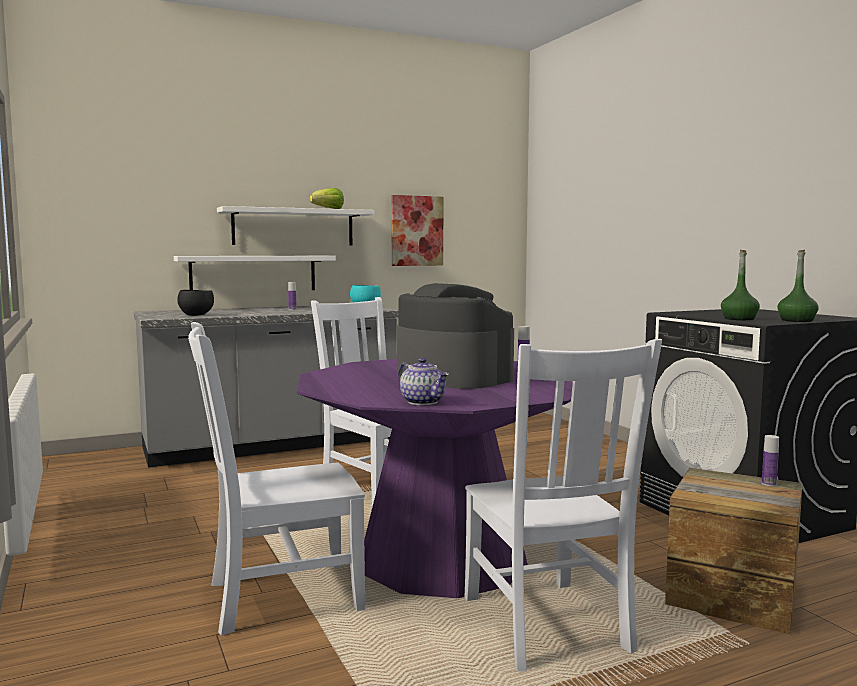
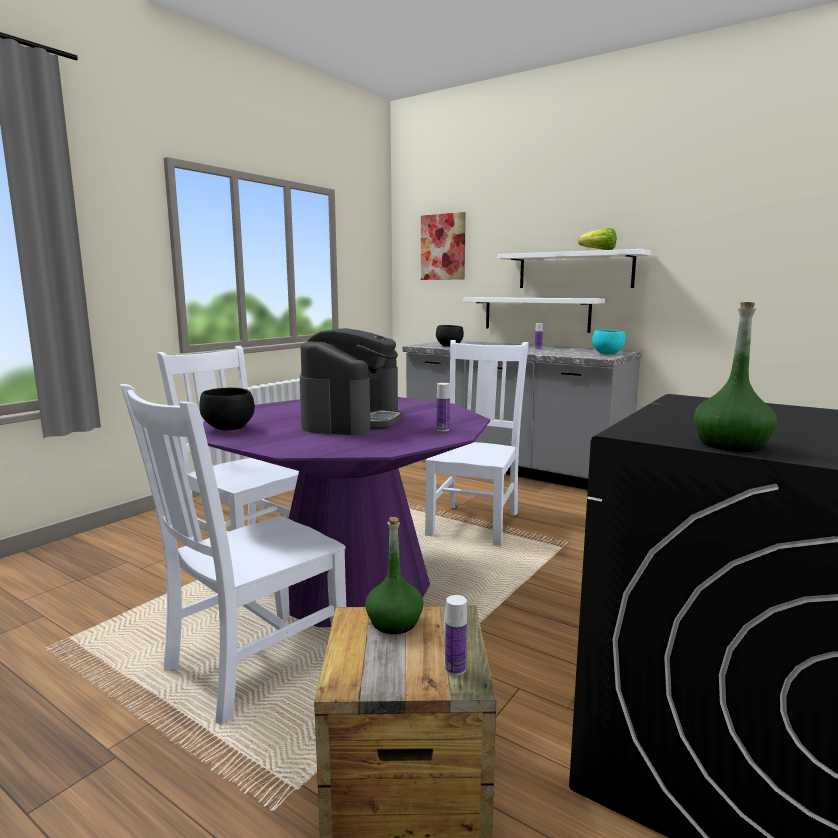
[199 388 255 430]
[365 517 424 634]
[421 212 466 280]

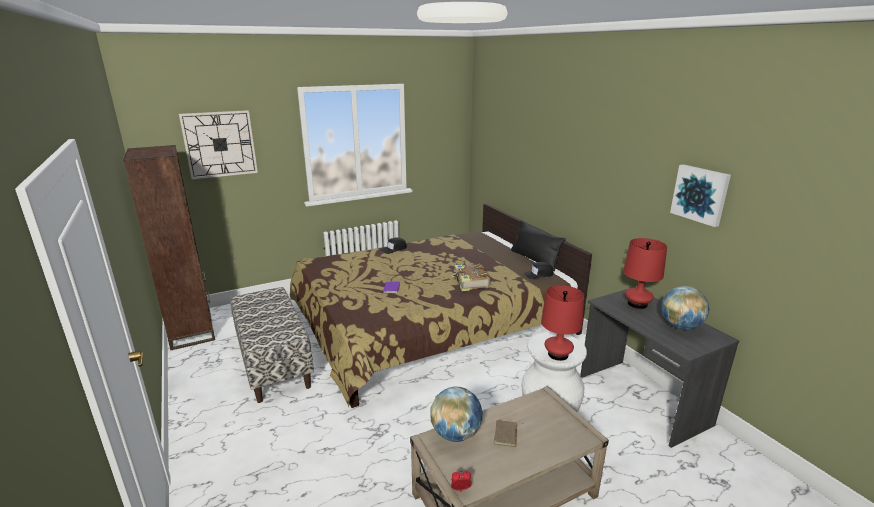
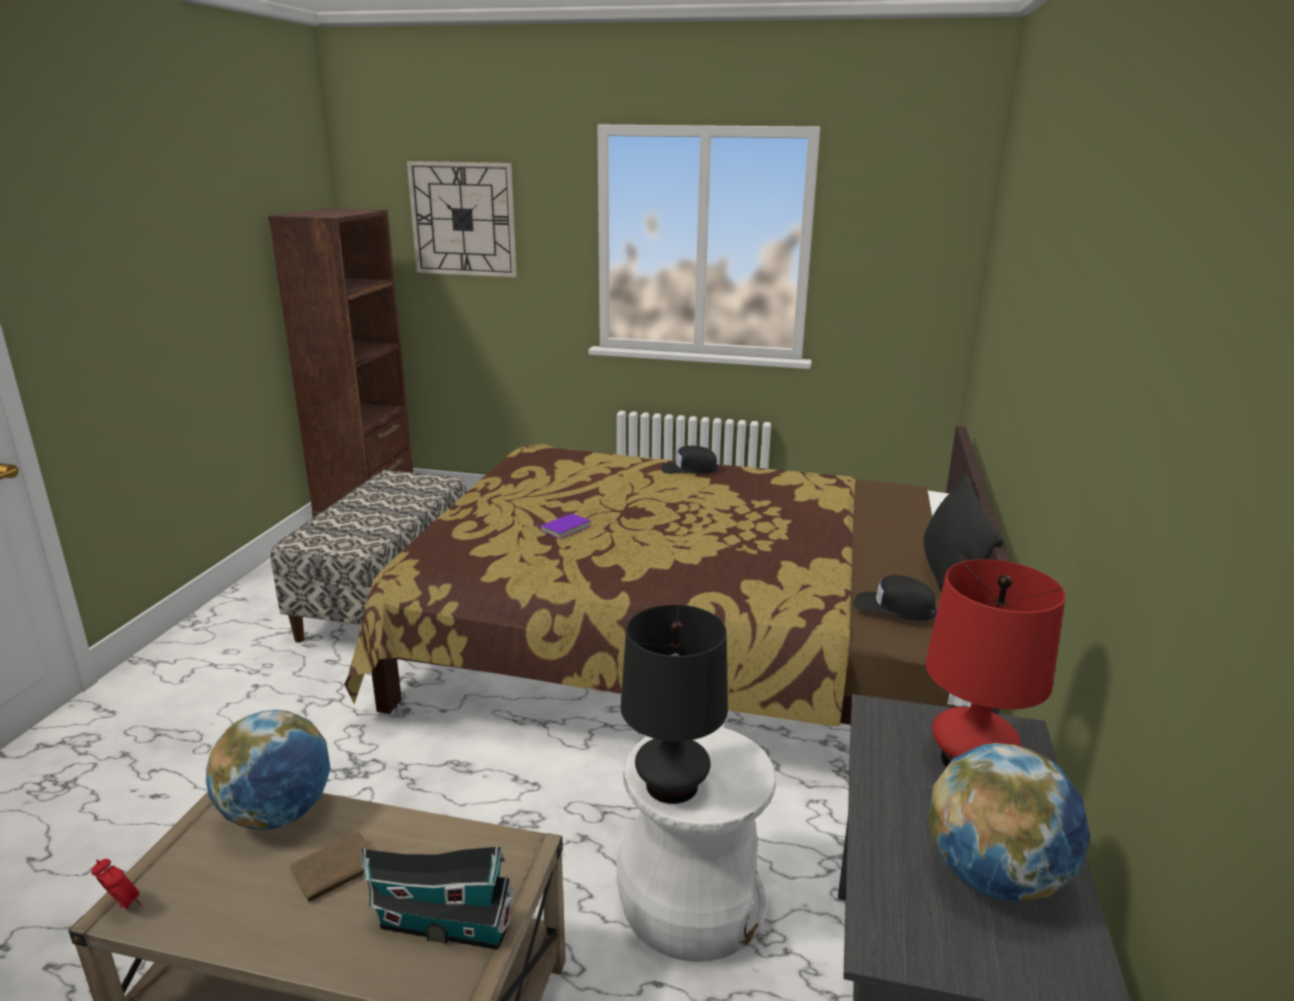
[361 845 514 950]
[621 605 728 804]
[452 264 490 291] (first image)
[670 164 731 227] (first image)

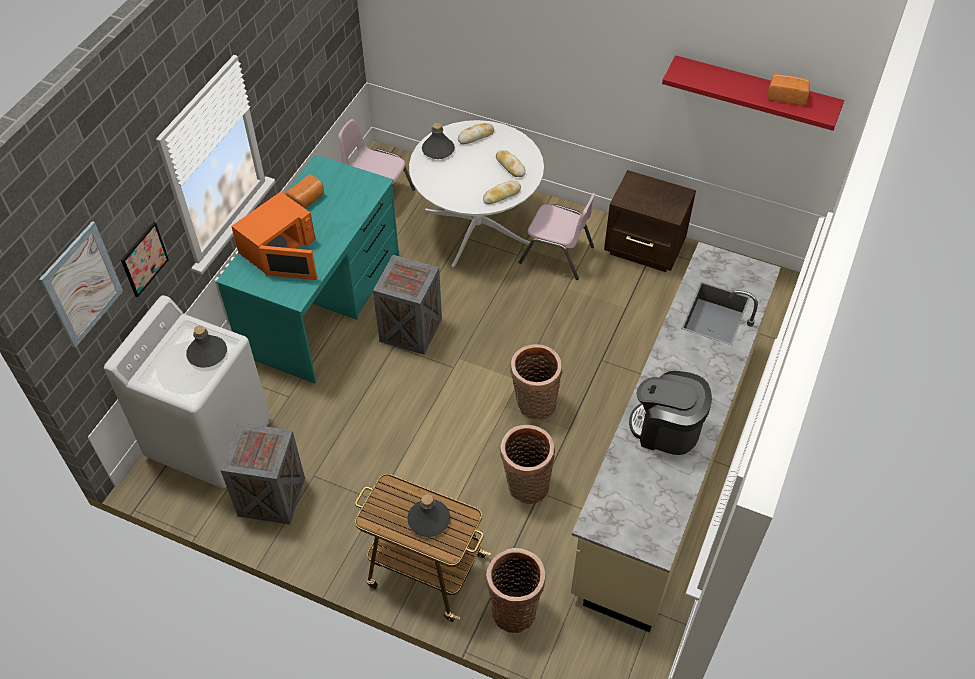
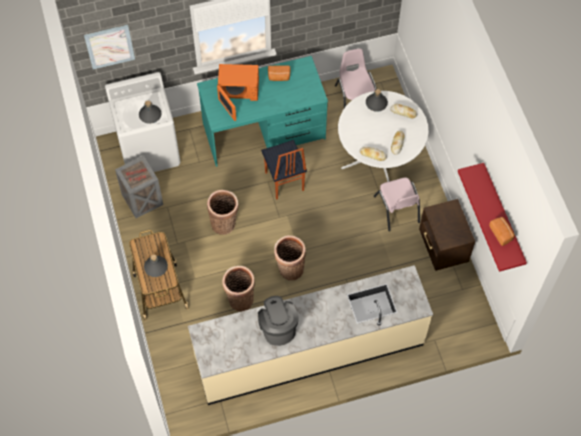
[207 190 238 235]
[261 140 307 200]
[121 222 169 297] (first image)

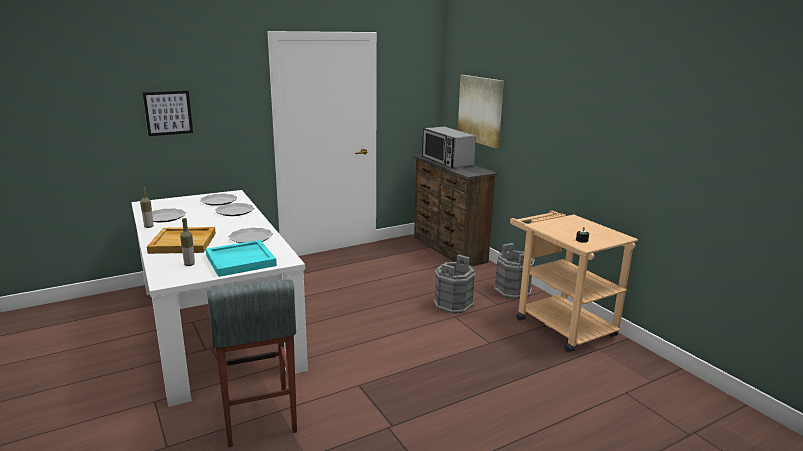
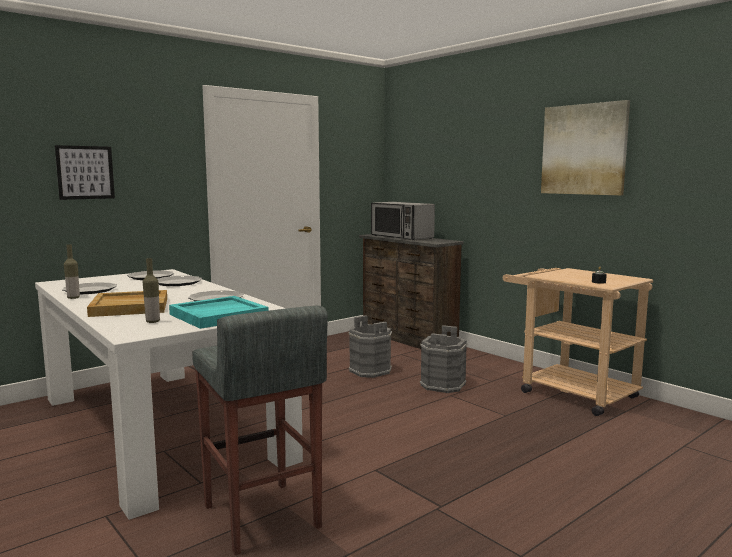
[349 315 392 378]
[541 100 630 195]

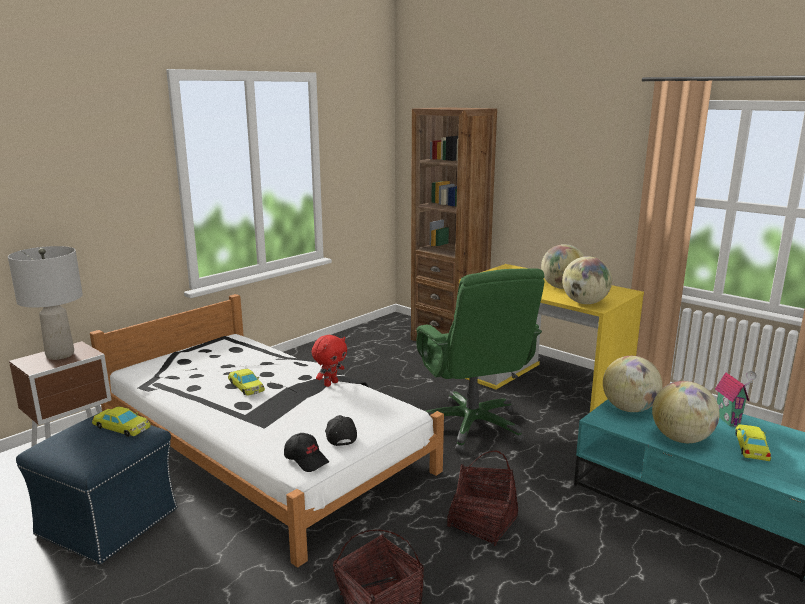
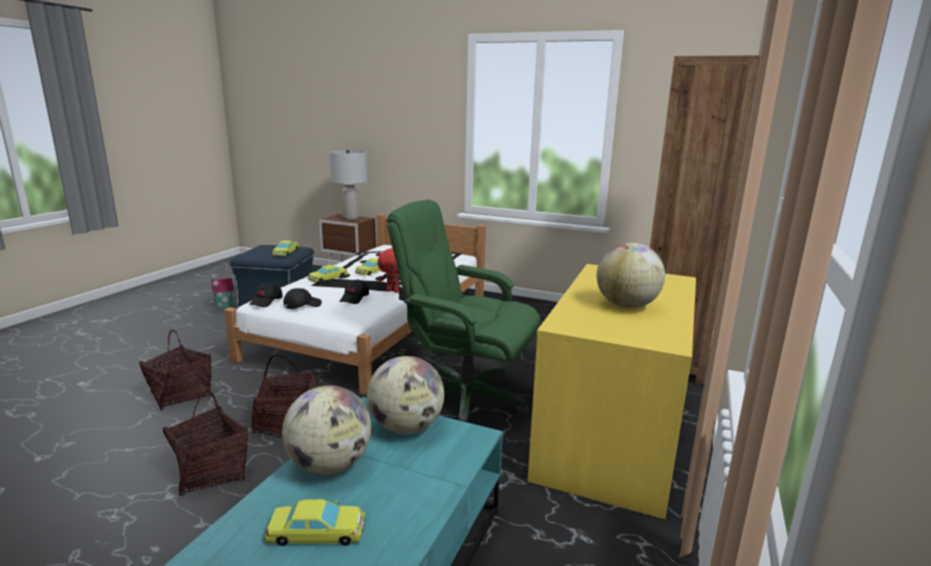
[163 390 248 496]
[210 274 234 309]
[308 265 348 283]
[339 279 369 304]
[387 200 540 422]
[562 256 612 304] (first image)

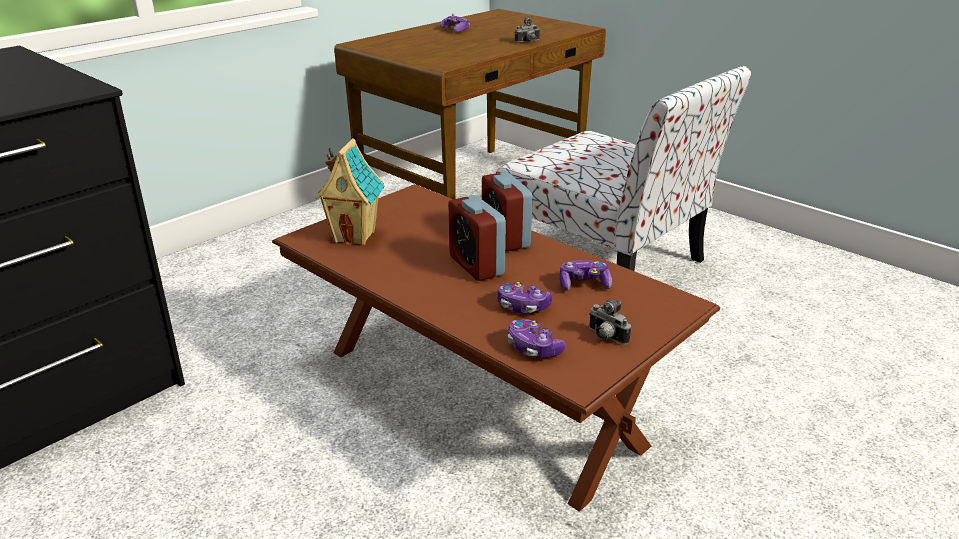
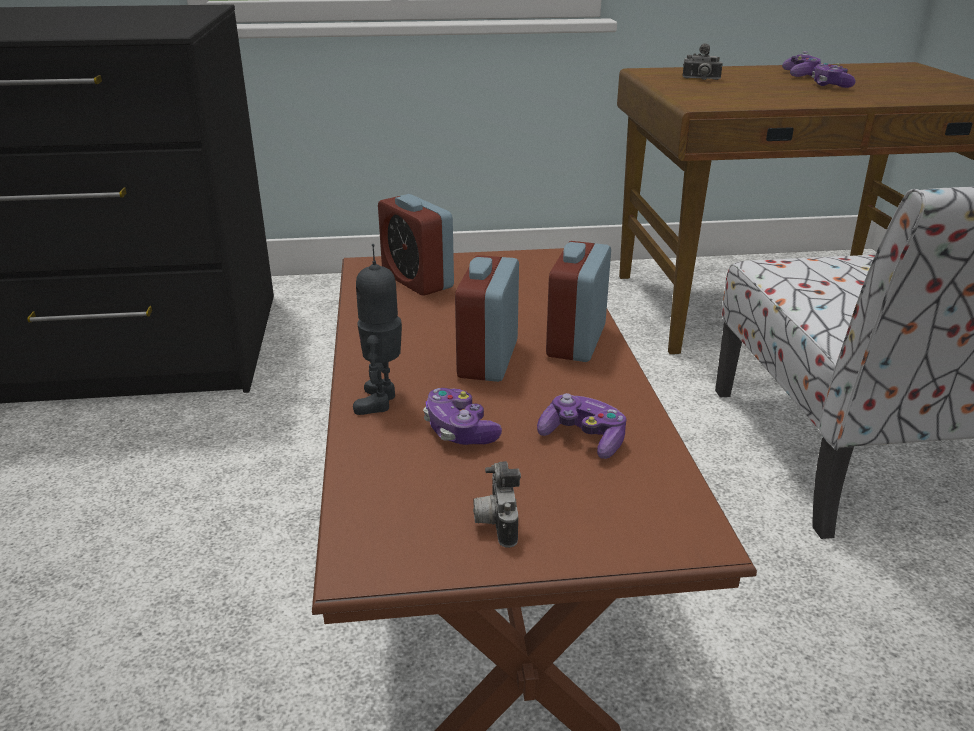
[353 244 402 415]
[378 194 454 296]
[682 44 723 80]
[812 63 856 88]

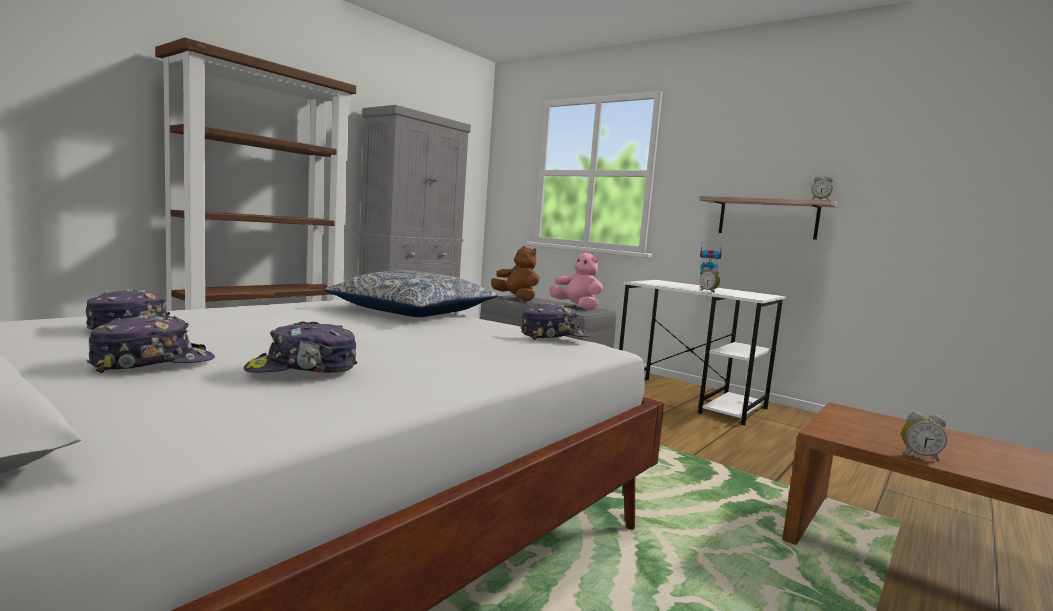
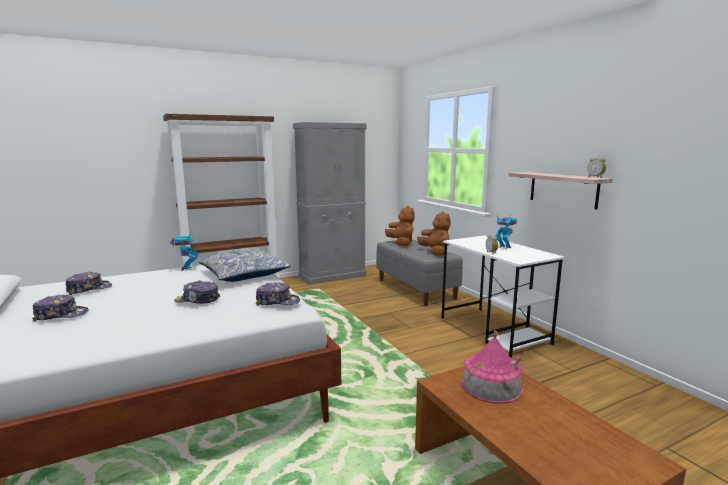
[170 229 199 271]
[175 280 220 304]
[417 211 451 256]
[461 331 523 404]
[901 412 947 461] (first image)

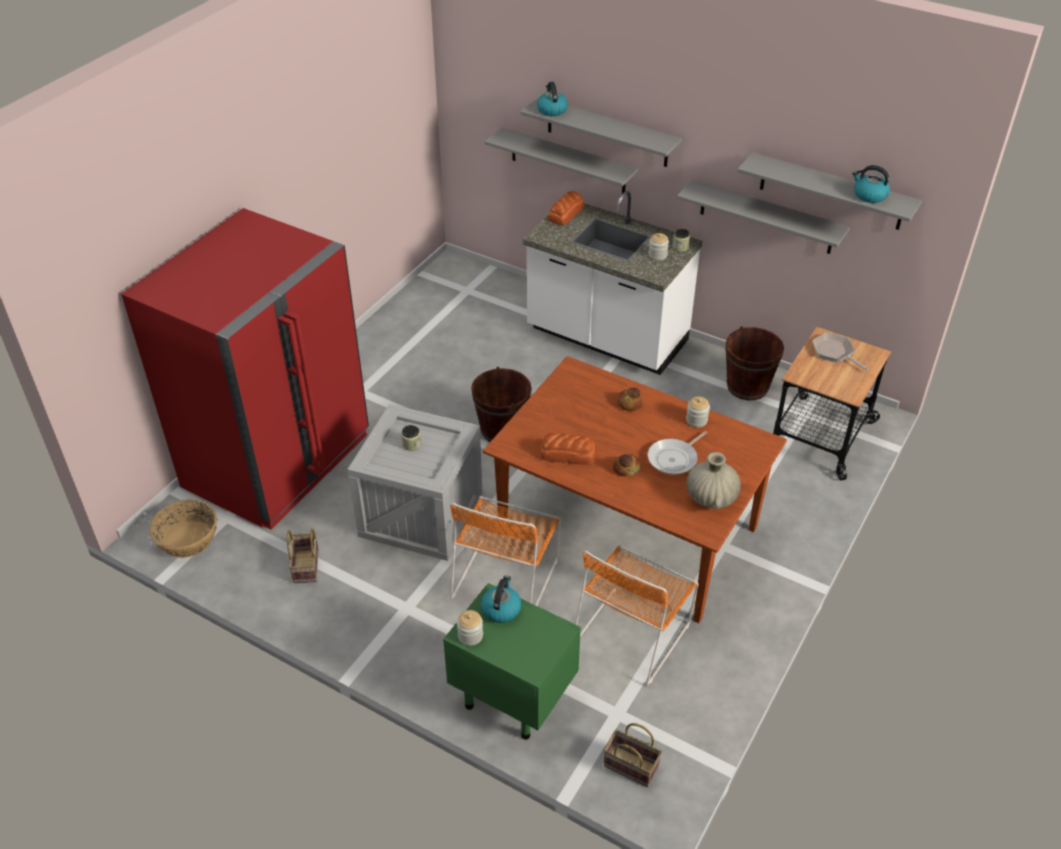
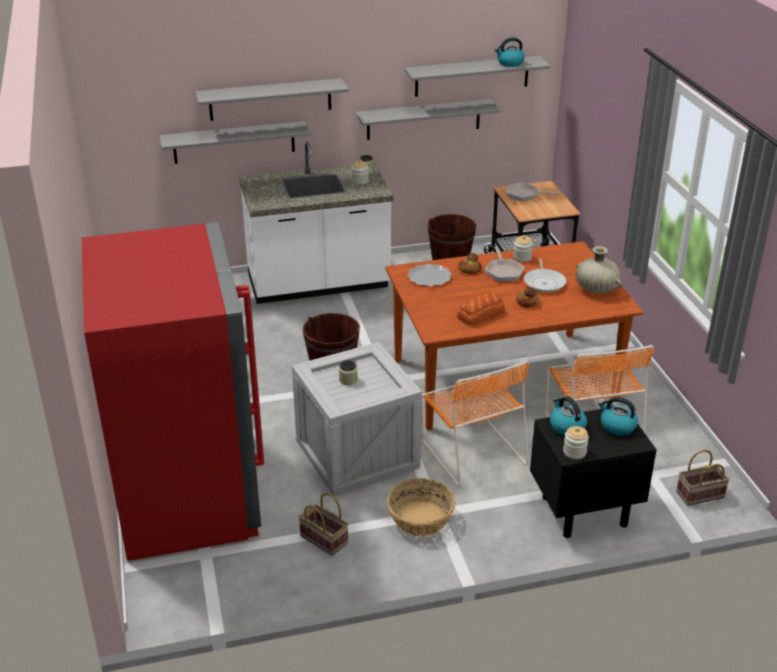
[387 478 455 536]
[407 264 452 286]
[485 248 525 282]
[530 405 657 538]
[598 397 638 436]
[547 191 585 225] (first image)

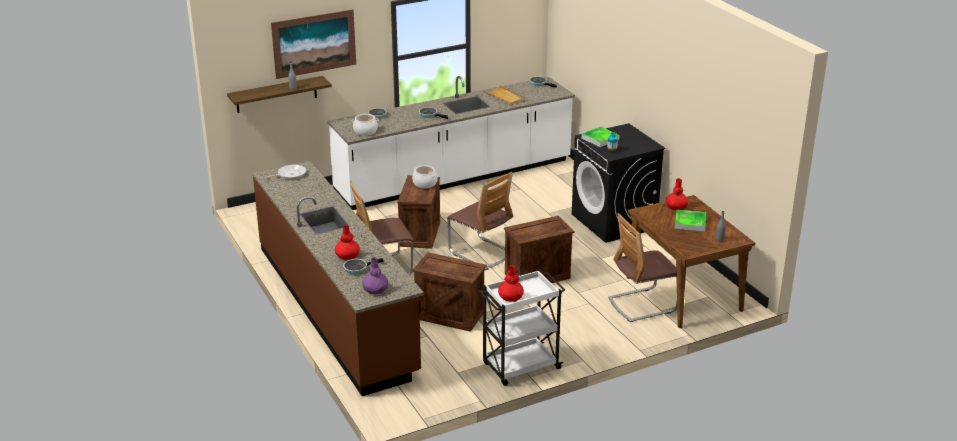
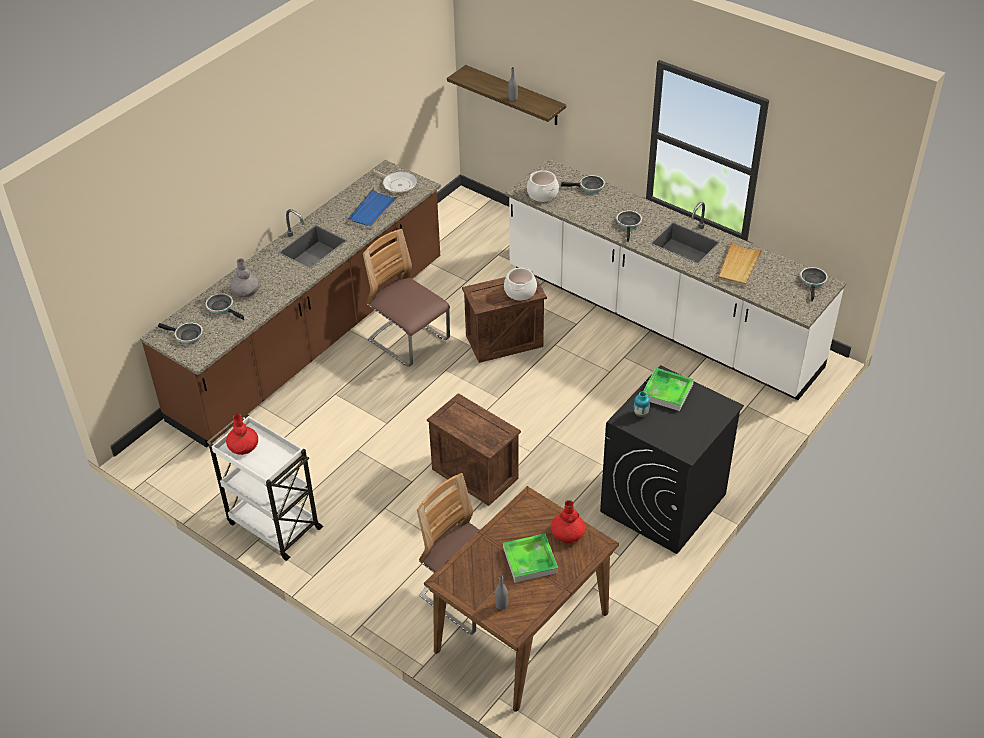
[158 323 203 344]
[230 258 259 298]
[347 188 400 229]
[271 9 356 79] (first image)
[412 252 487 332] (first image)
[447 172 513 270] (first image)

